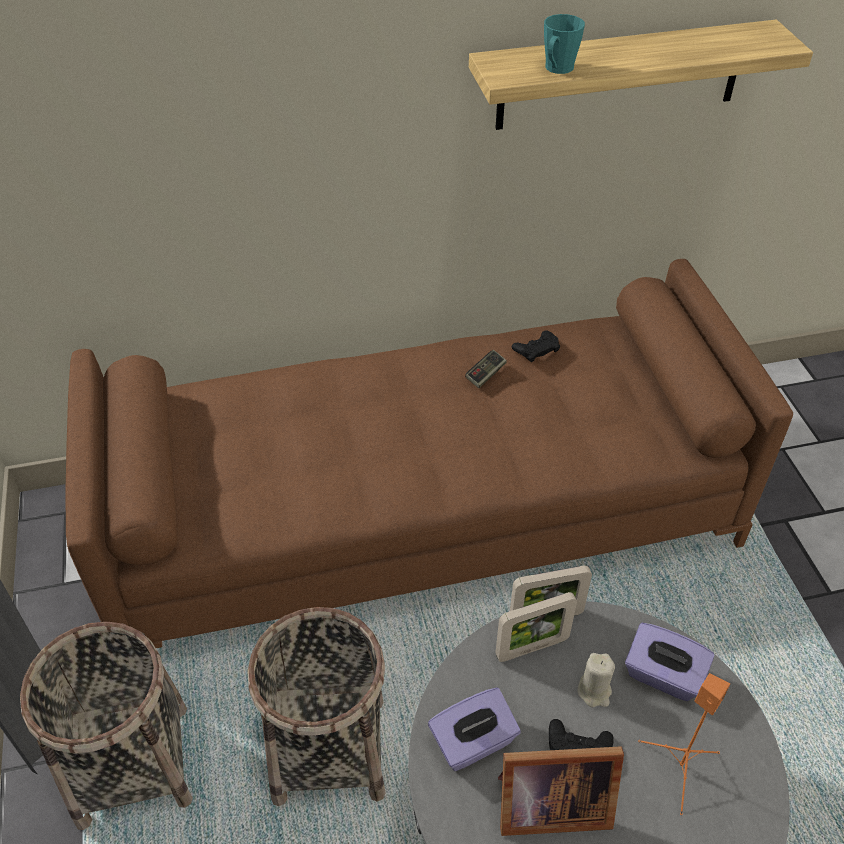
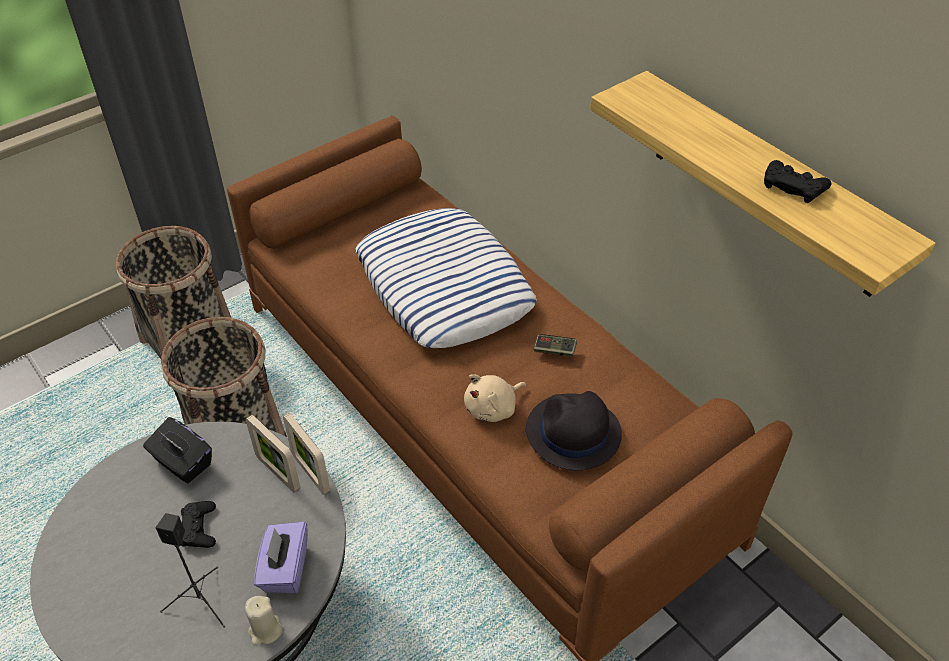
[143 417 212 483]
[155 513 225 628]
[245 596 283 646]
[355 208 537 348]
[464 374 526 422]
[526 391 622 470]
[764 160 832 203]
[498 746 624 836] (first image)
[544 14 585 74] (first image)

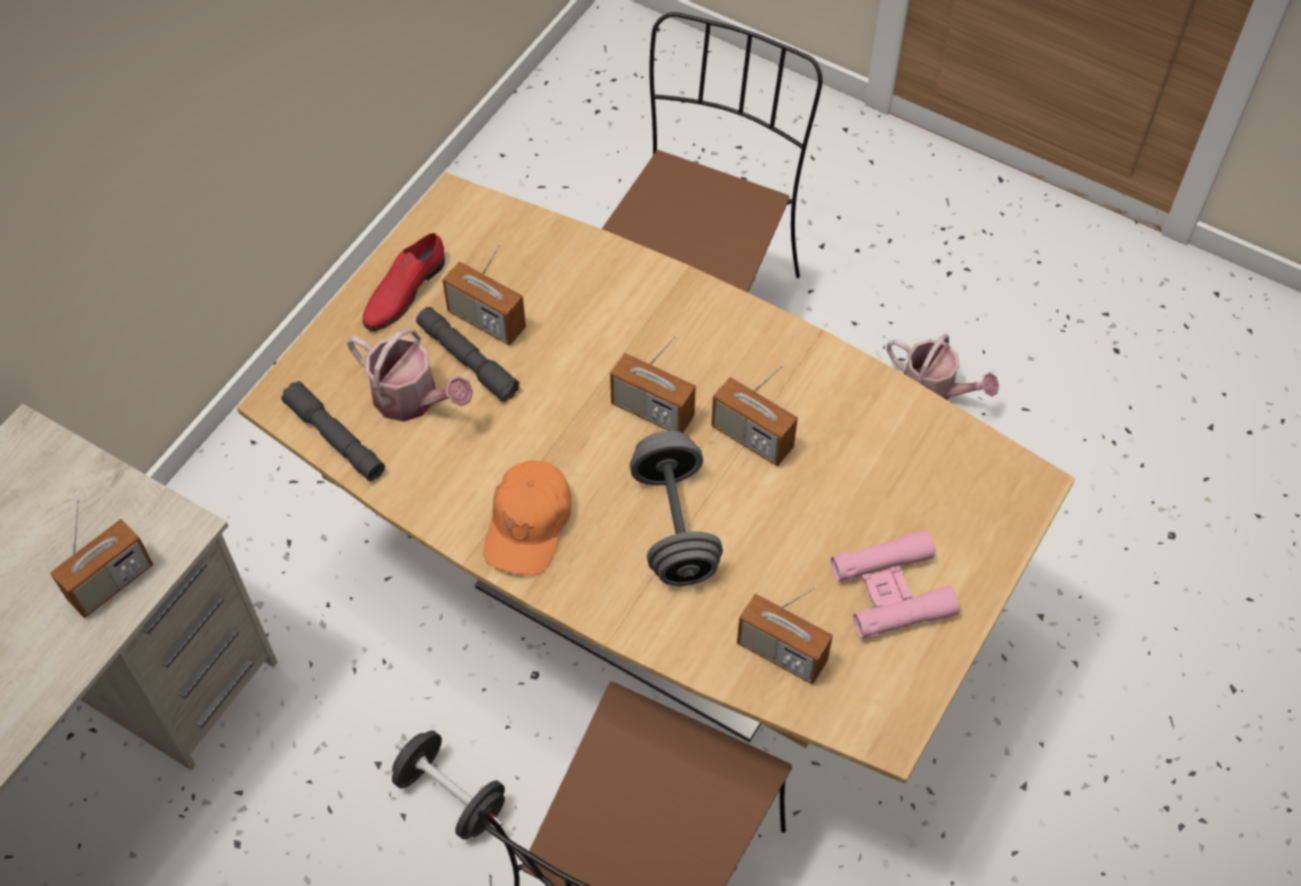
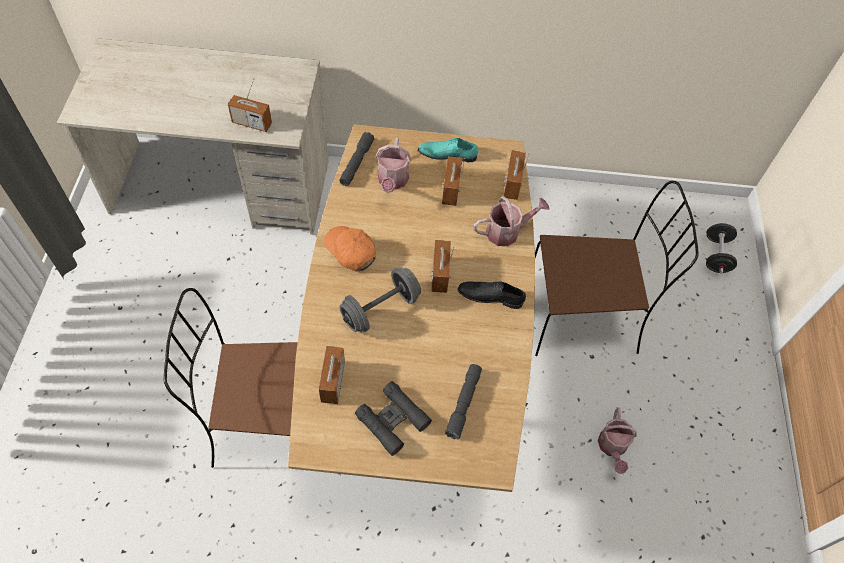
[324 226 376 272]
[355 381 432 456]
[418 138 478 162]
[445 364 482 439]
[457 281 526 309]
[474 196 550 246]
[504 151 530 200]
[706 223 737 274]

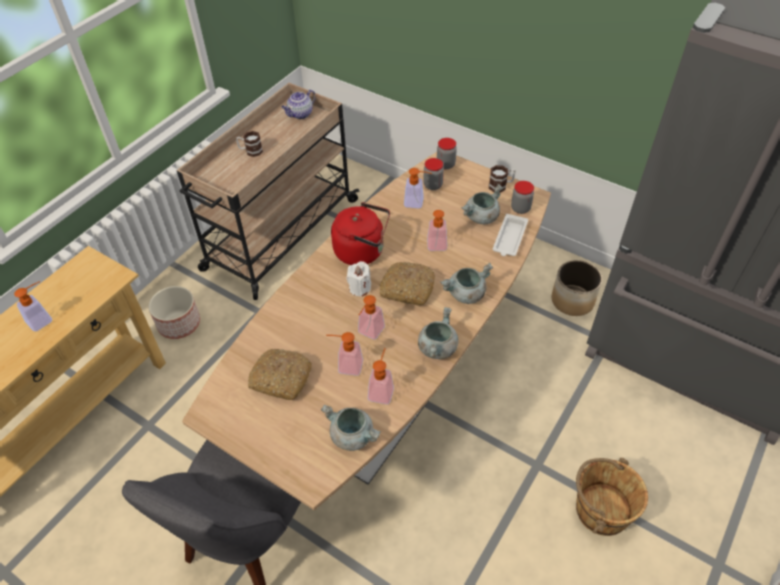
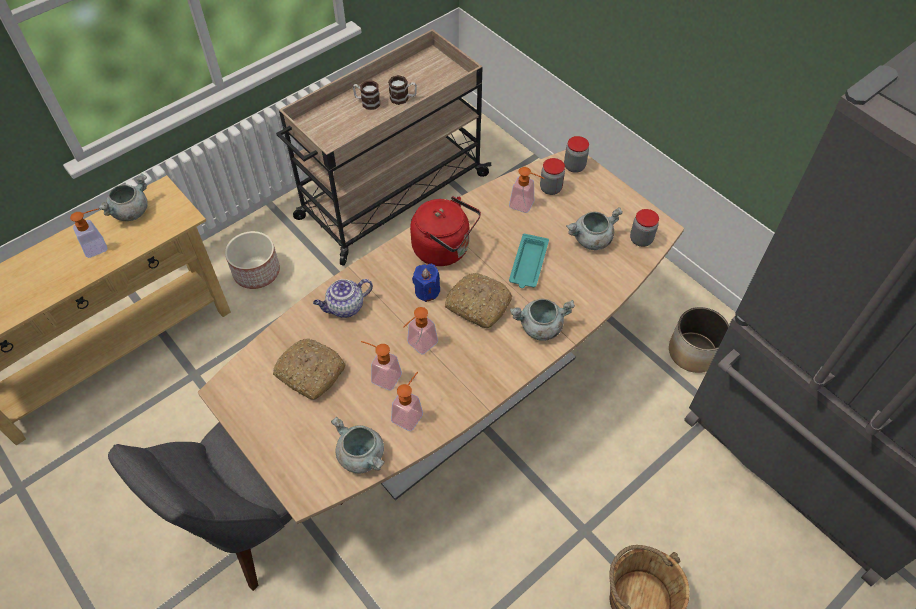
[99 173 148 221]
[313 279 373 318]
[388 75 417 105]
[412 264 440 302]
[509 234 549 288]
[493 214 528 256] (first image)

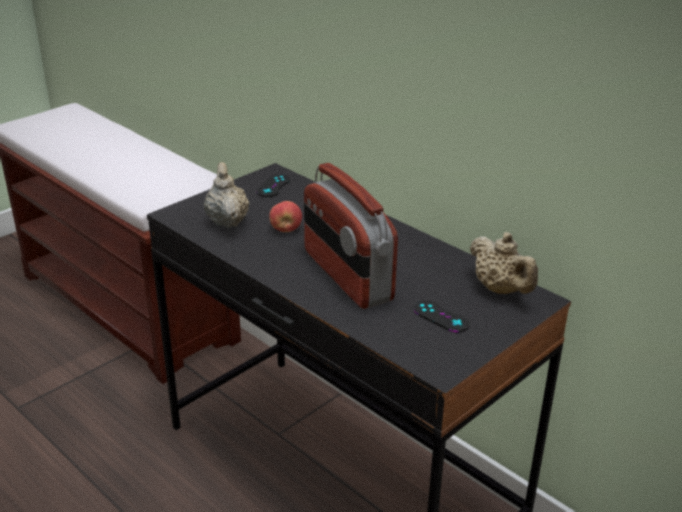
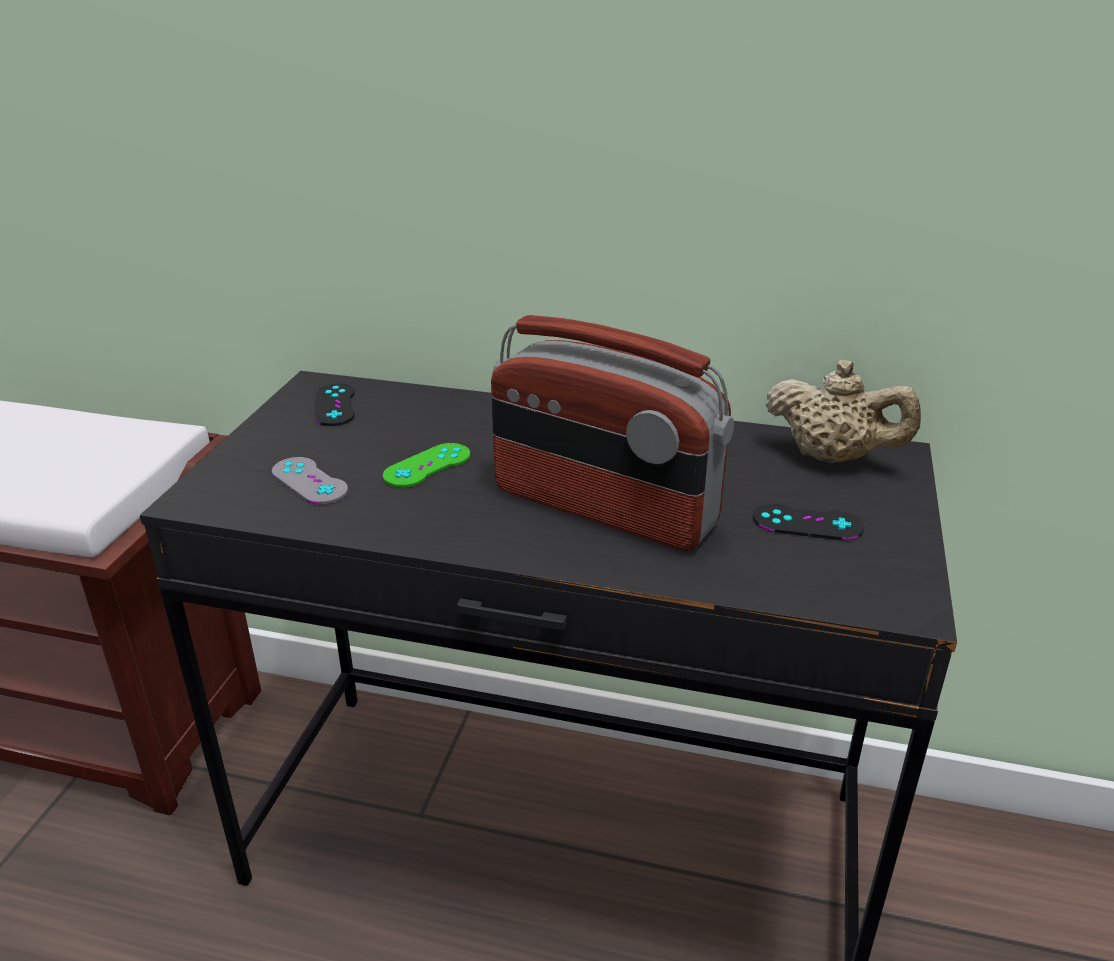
[272 457 348 505]
[382 443 470 488]

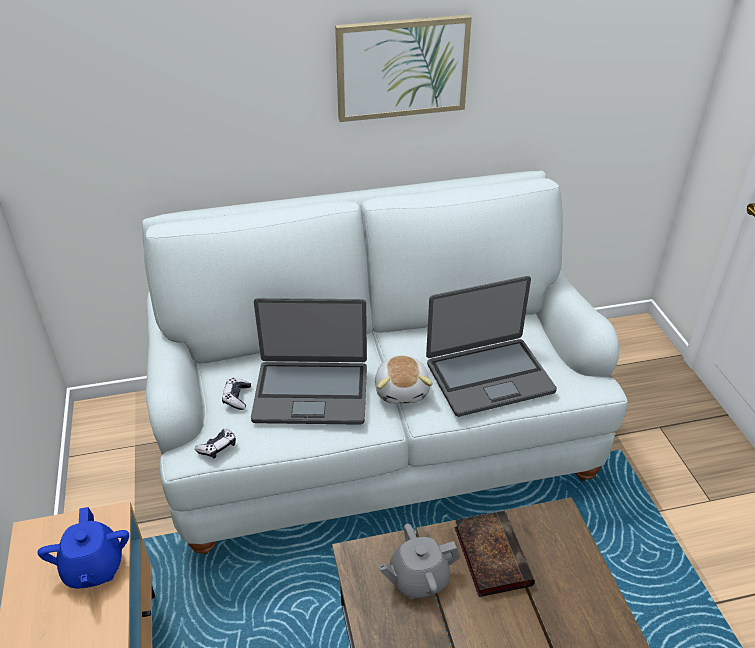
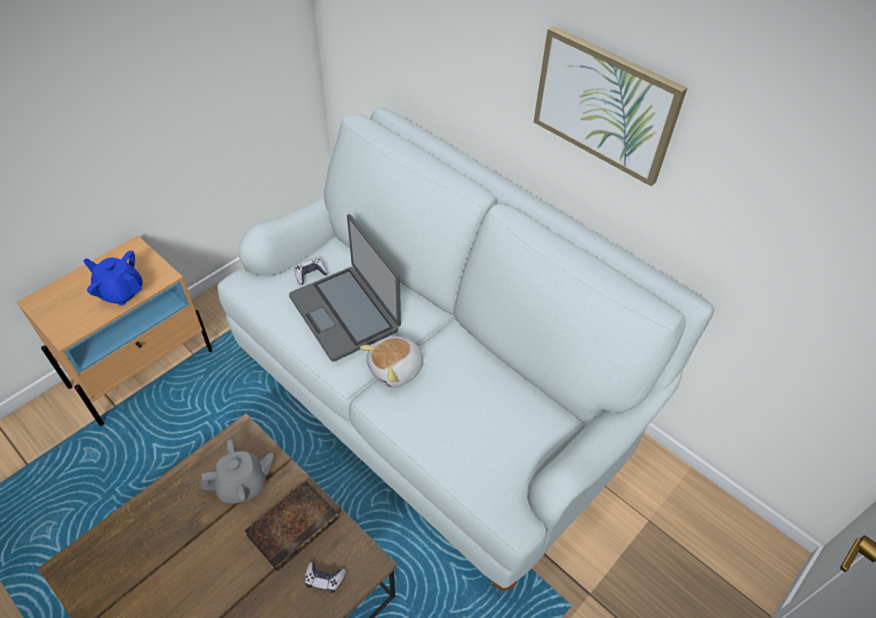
[83 251 143 306]
[201 439 273 504]
[305 562 346 593]
[426 276 557 417] (first image)

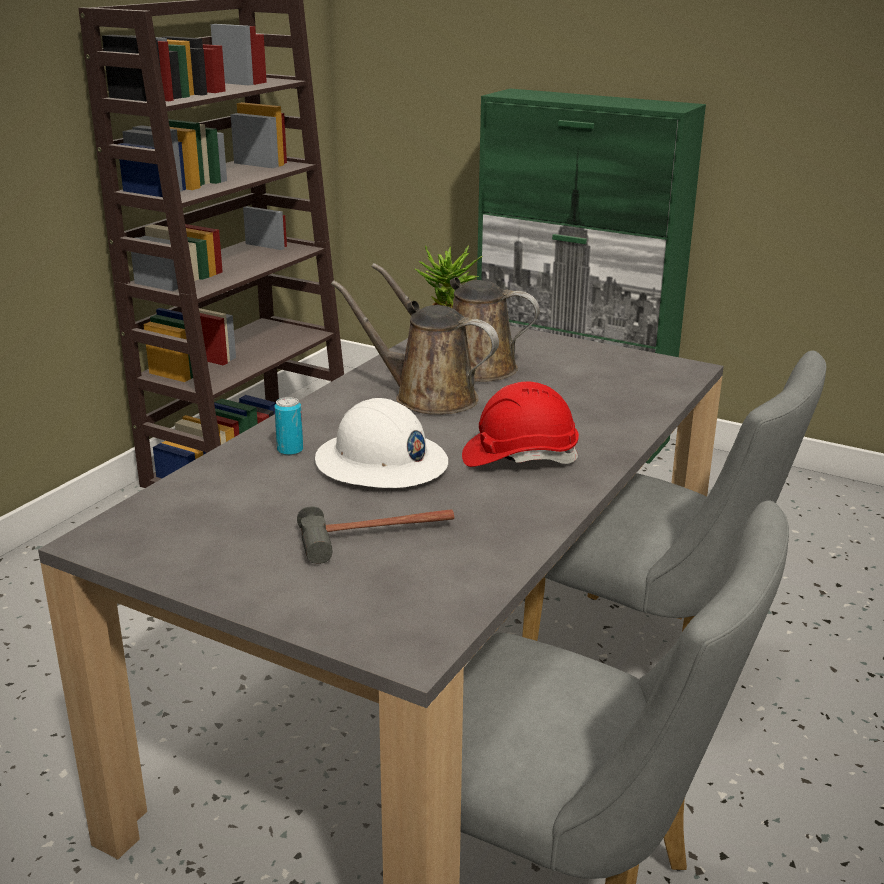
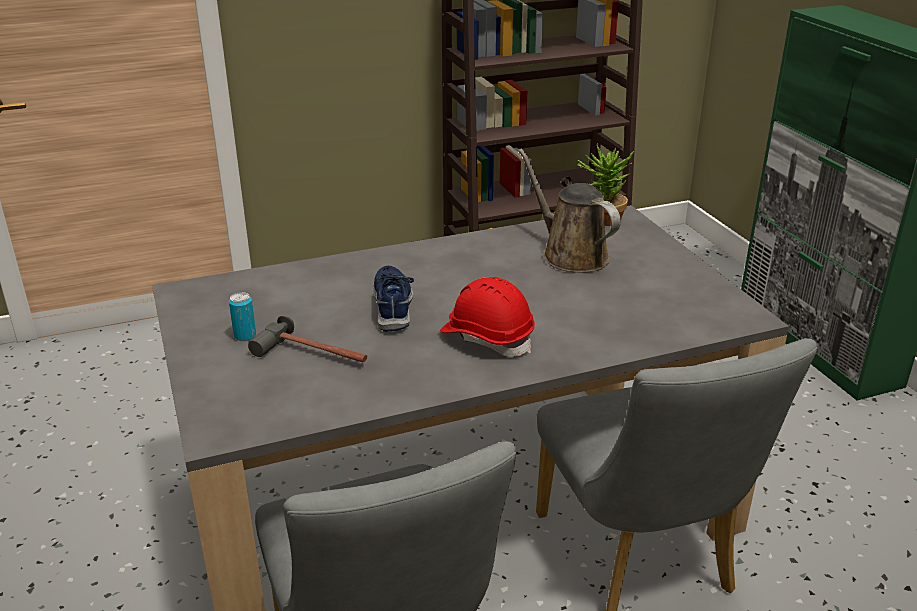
[229 292 256 341]
[372 266 414 332]
[331 281 499 415] (first image)

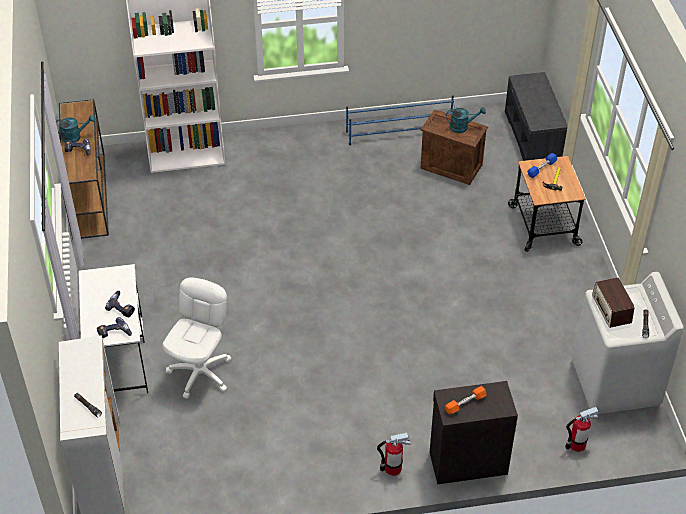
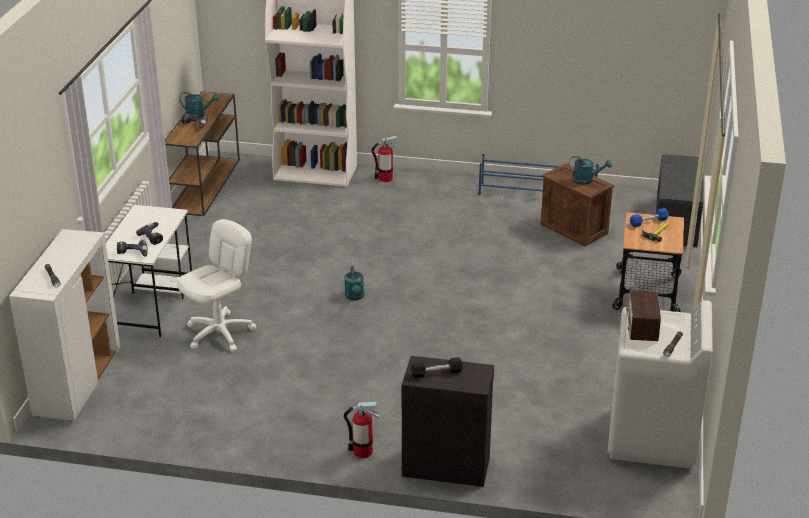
[344 266 364 301]
[371 136 398 182]
[411 357 463 378]

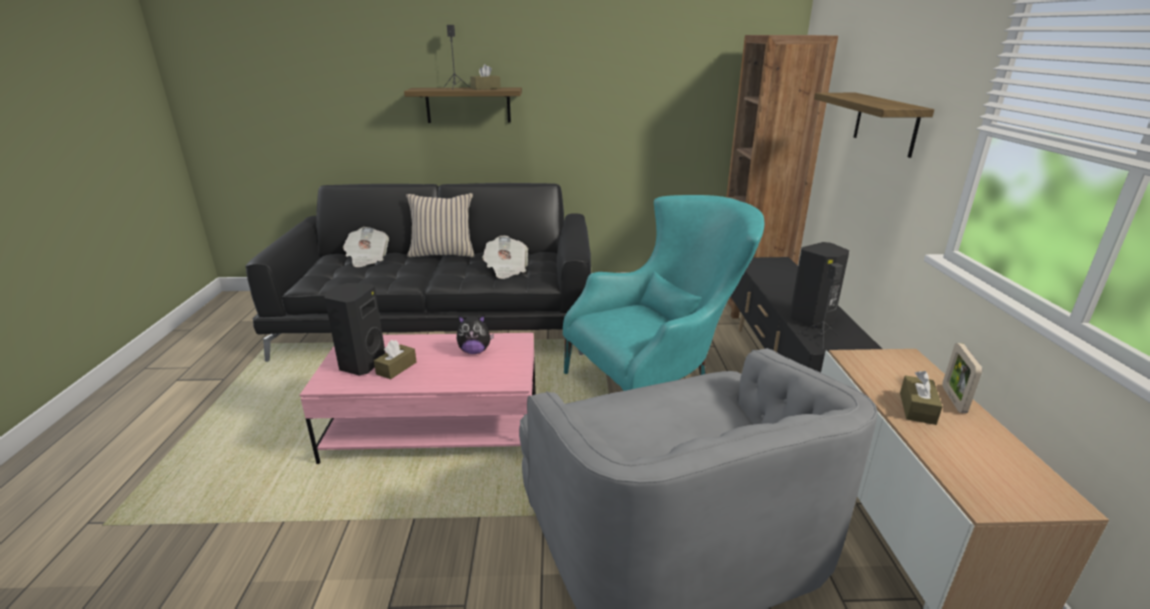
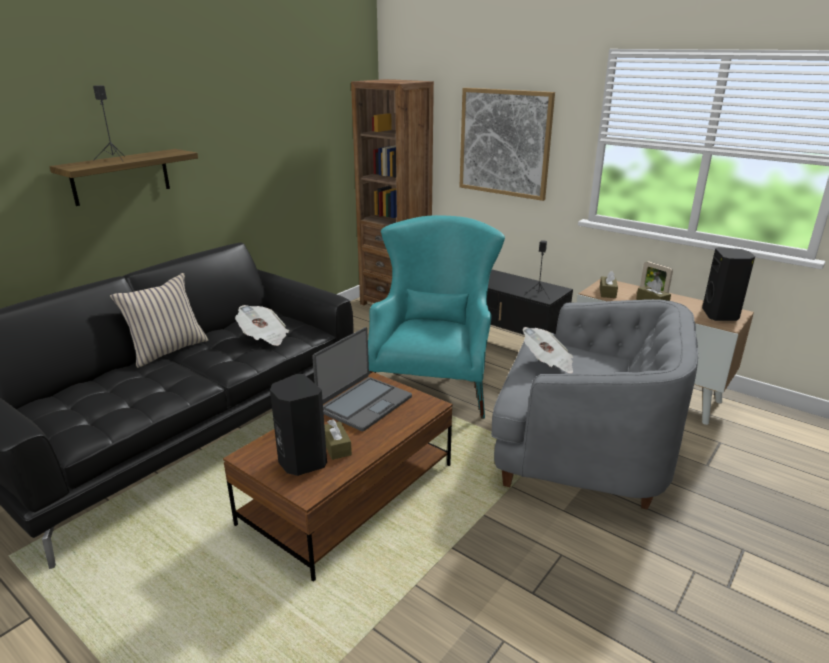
[223 372 453 582]
[312 327 412 431]
[459 88 555 201]
[523 327 573 373]
[600 271 618 298]
[702 247 755 321]

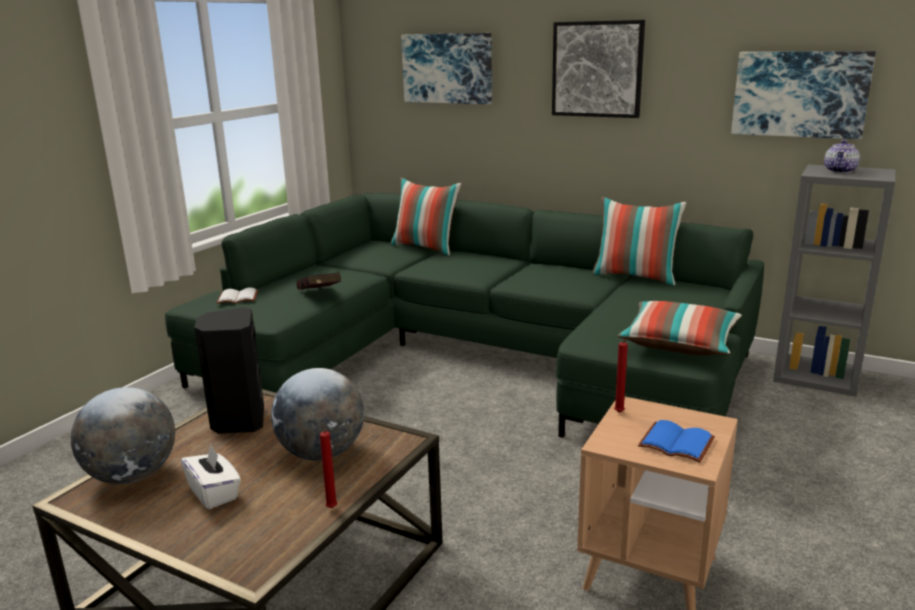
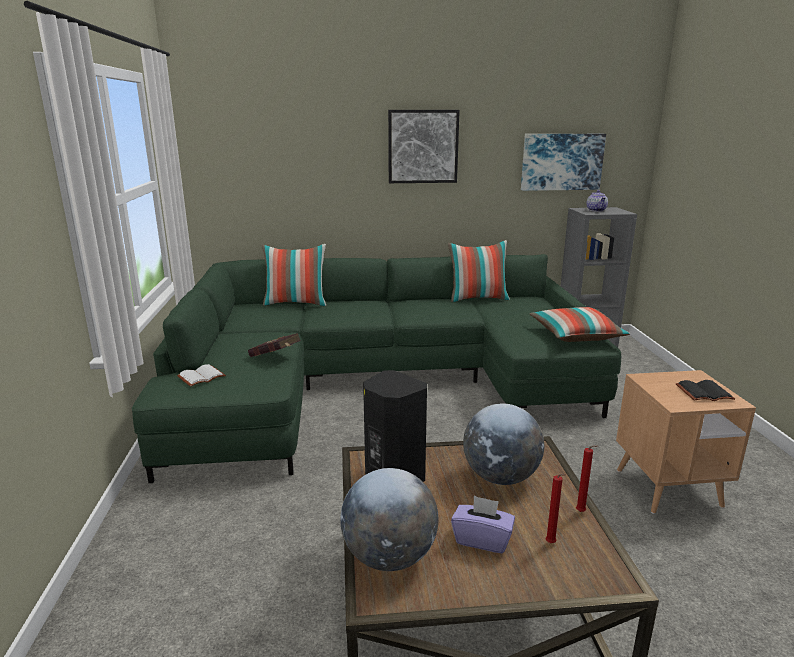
[451 496 515 553]
[546 474 566 543]
[676 380 735 401]
[401 33 492 104] (first image)

